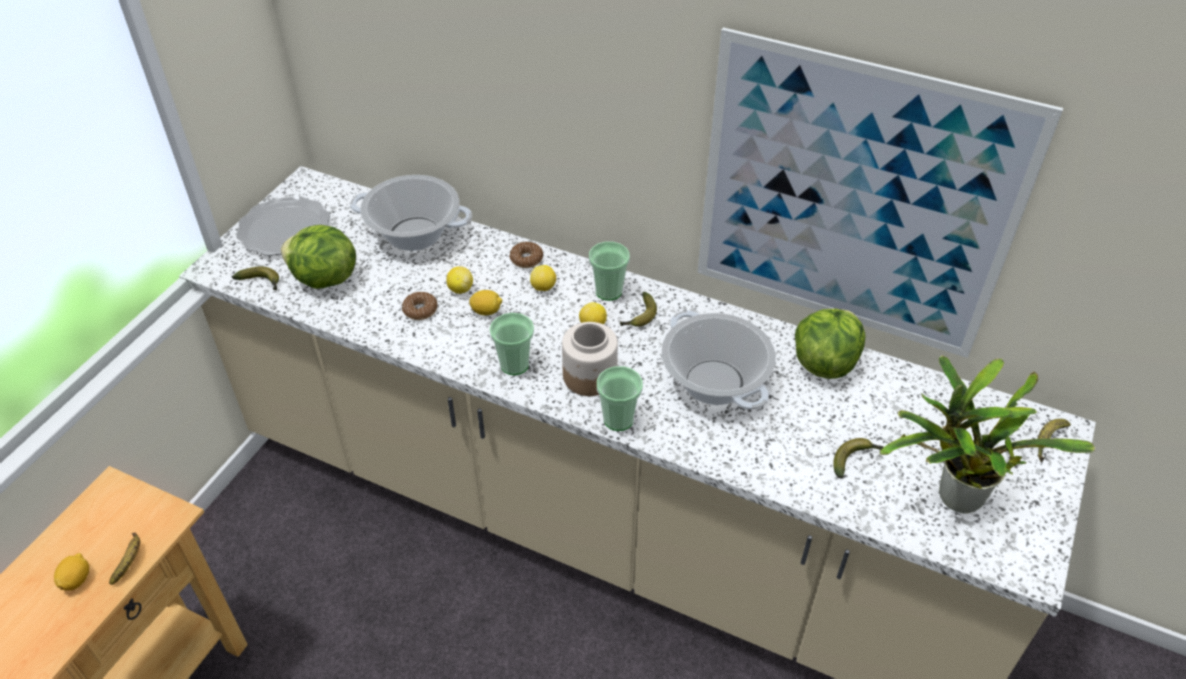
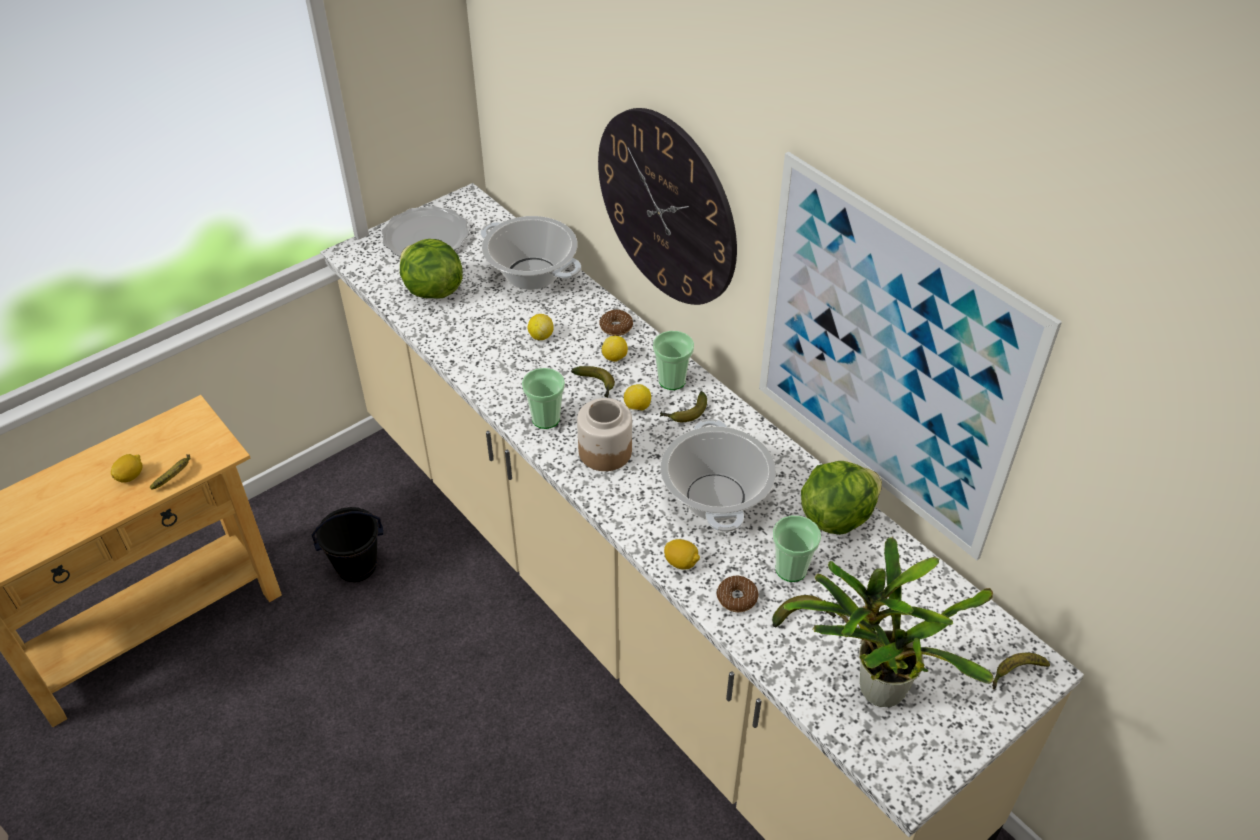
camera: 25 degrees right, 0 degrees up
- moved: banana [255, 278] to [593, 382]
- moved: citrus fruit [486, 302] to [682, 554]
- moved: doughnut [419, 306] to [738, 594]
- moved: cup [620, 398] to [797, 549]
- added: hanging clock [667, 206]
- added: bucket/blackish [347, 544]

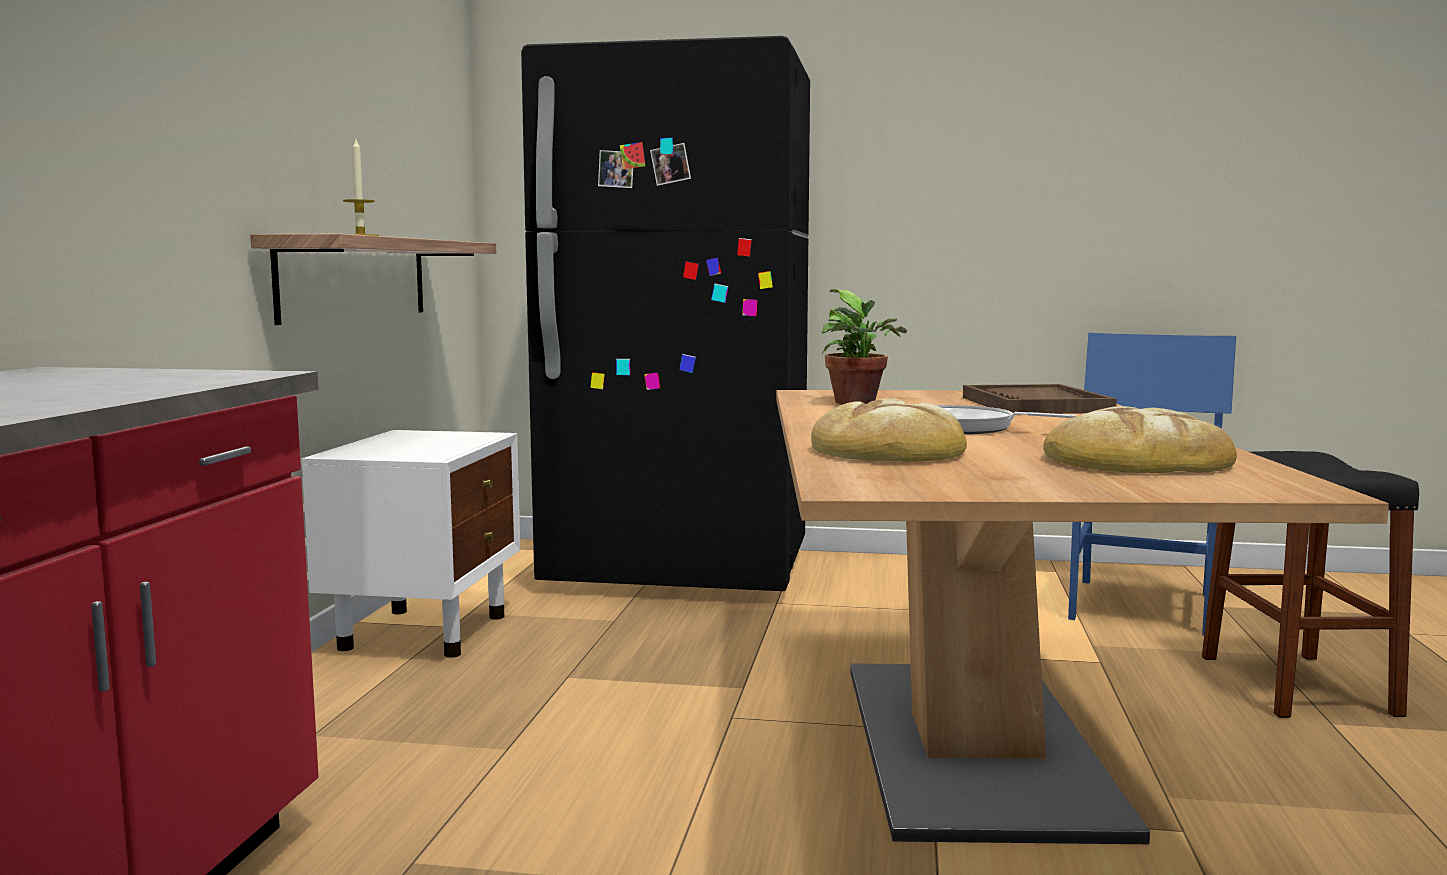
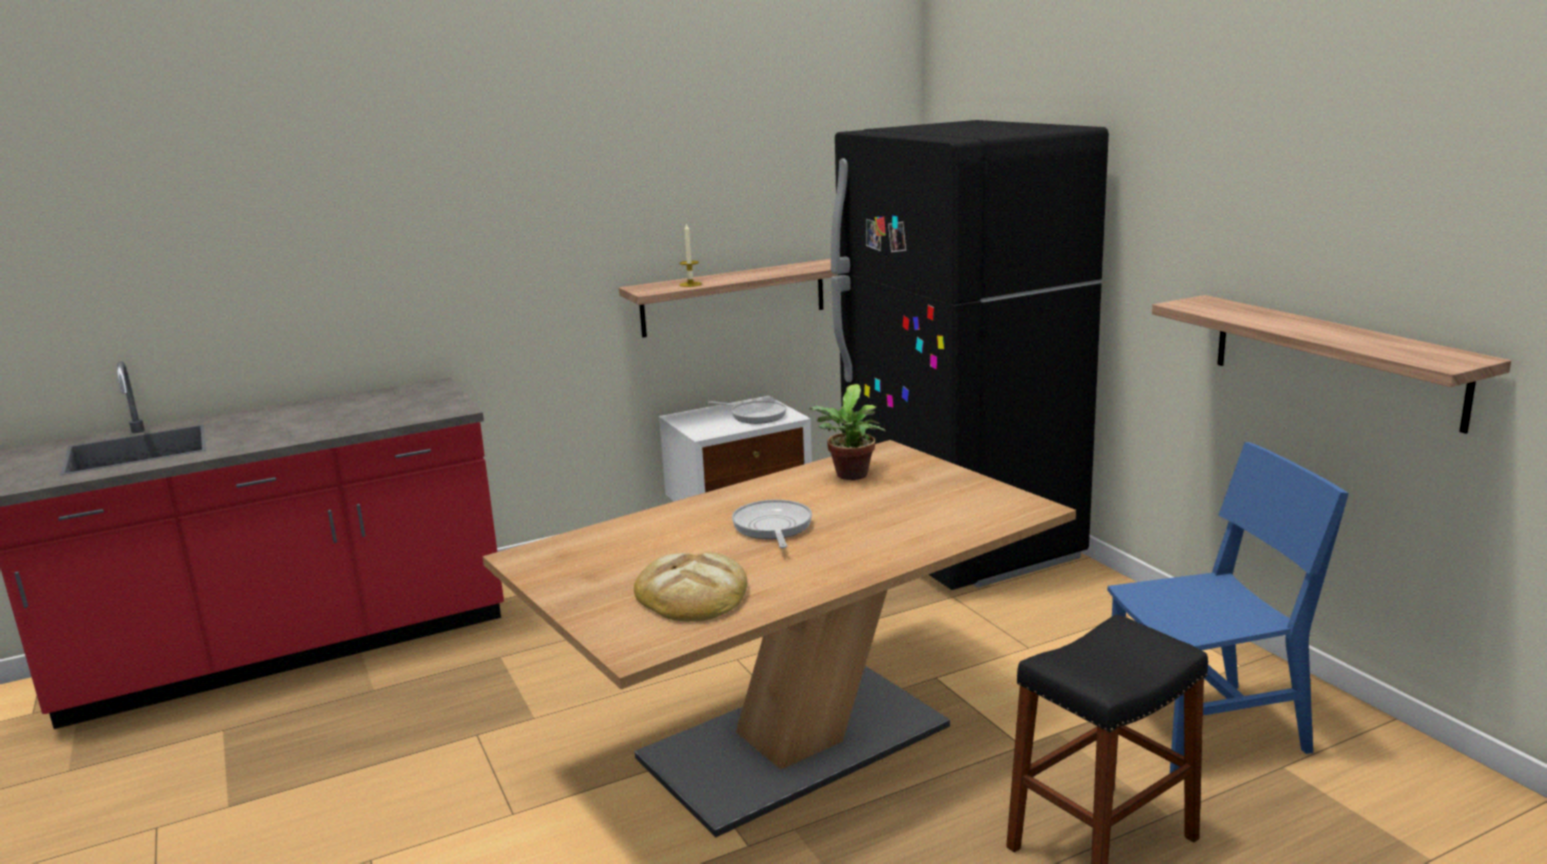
camera: 55 degrees right, 10 degrees up
- removed: tray/brownish [1040, 399]
- removed: baked bread [889, 430]
- added: shelf [1331, 364]
- added: skillet [747, 412]

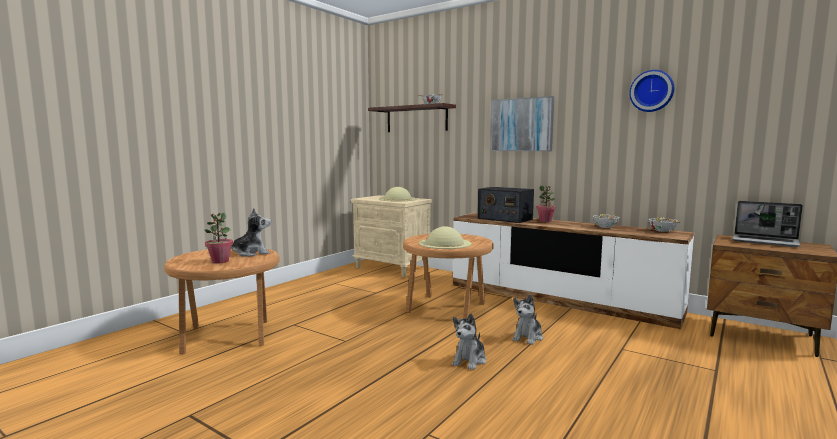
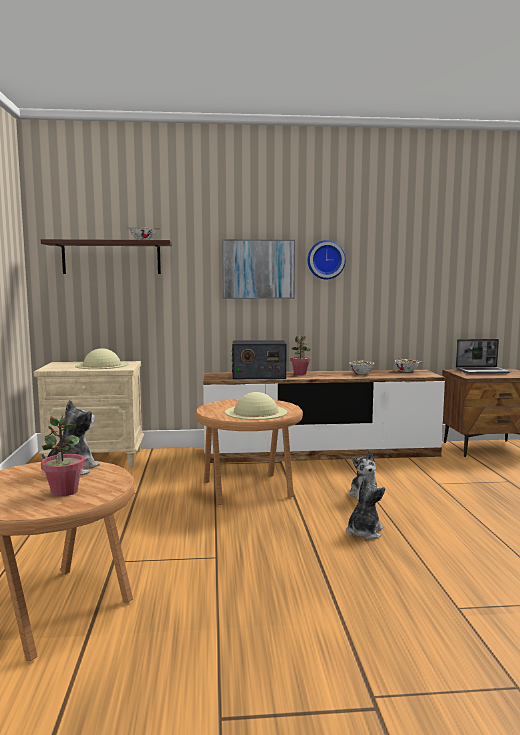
camera: 40 degrees left, 0 degrees up
- moved: hanging clock [651, 91] to [327, 260]
- turned: plush toy [469, 341] = [365, 508] 135 degrees counterclockwise

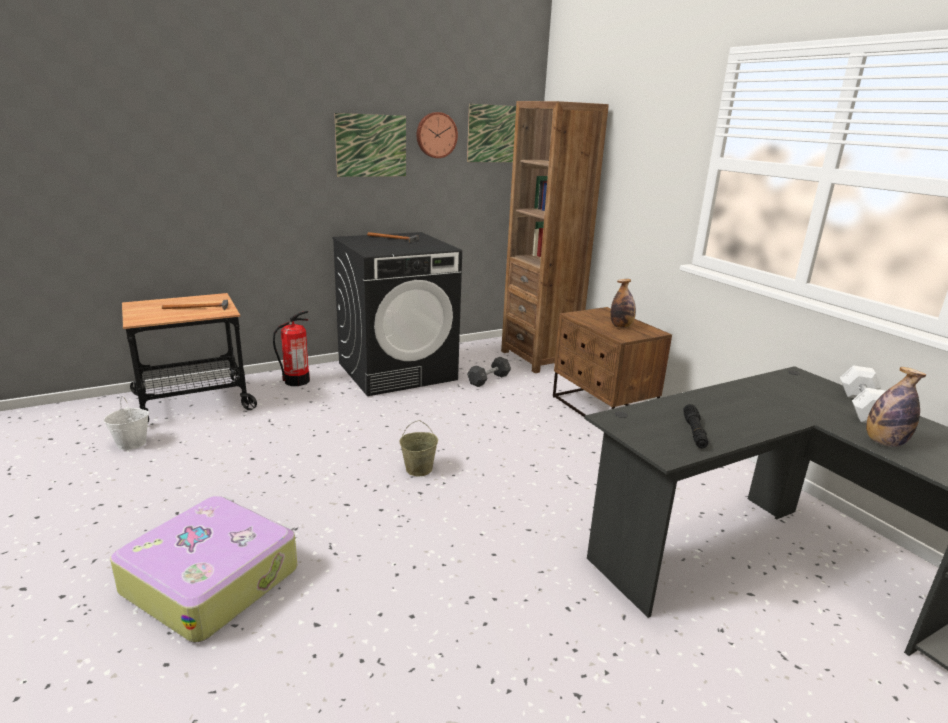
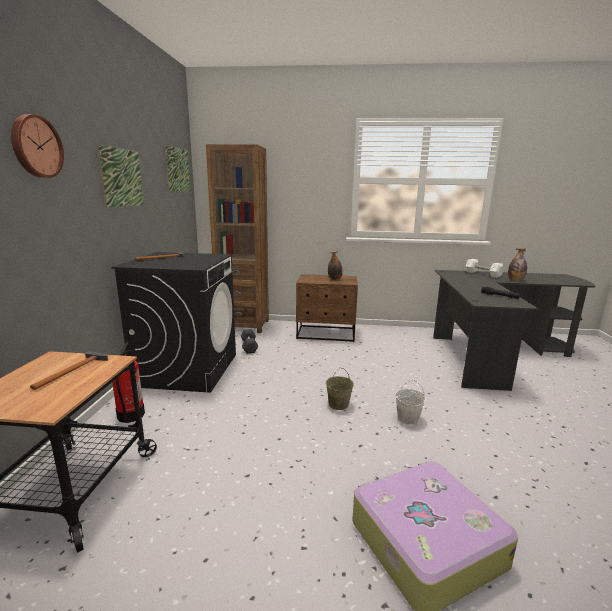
camera: 55 degrees left, 5 degrees down
- moved: hanging clock [437, 135] to [37, 146]
- moved: bucket/whitish [127, 423] to [410, 402]

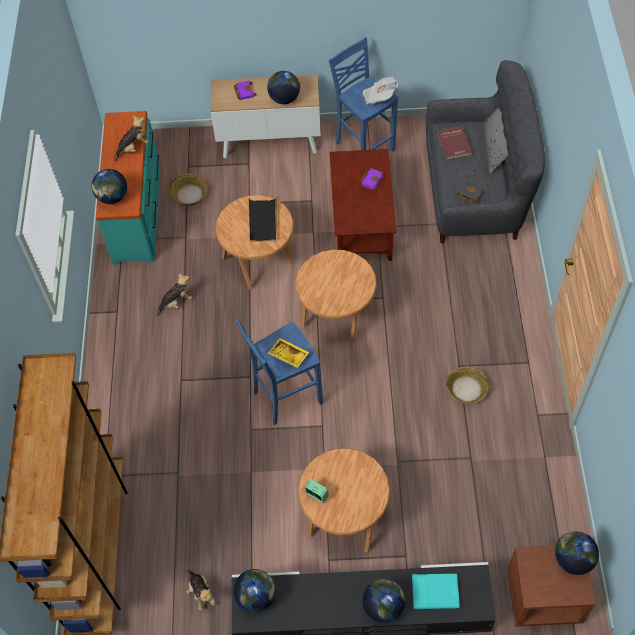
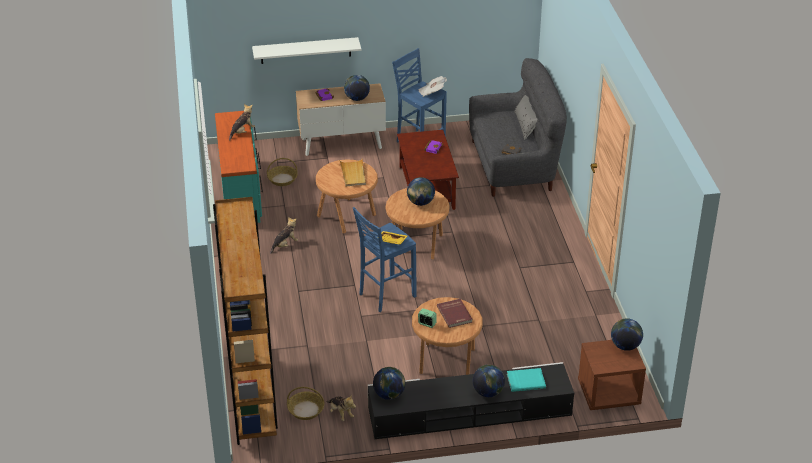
camera: 10 degrees left, 20 degrees down
- moved: book/red-coloured [454, 143] to [455, 313]
- moved: desk globe [109, 186] to [421, 191]
- recoloured: tray/blackish [263, 219] to tray/sand-coloured [352, 172]
- moved: storage basket [467, 385] to [305, 403]
- added: shelf/whitish [306, 50]

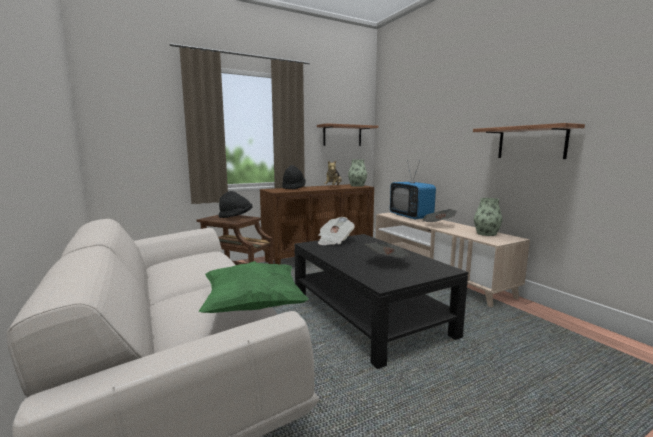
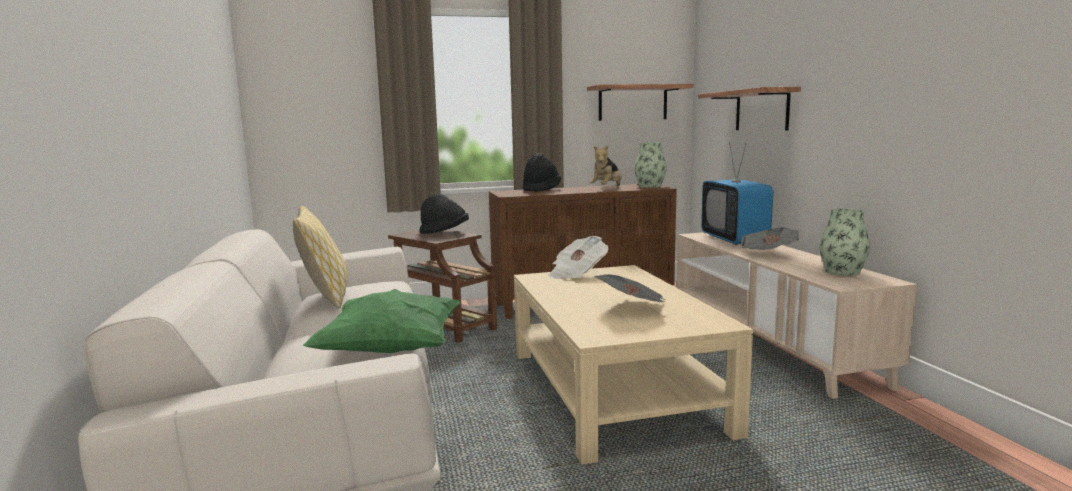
camera: 15 degrees right, 0 degrees up
- moved: shelf [529, 141] to [749, 108]
- recoloured: lounge table/blackish [381, 301] to lounge table/sand-coloured [633, 364]
- added: throw pillow [320, 257]

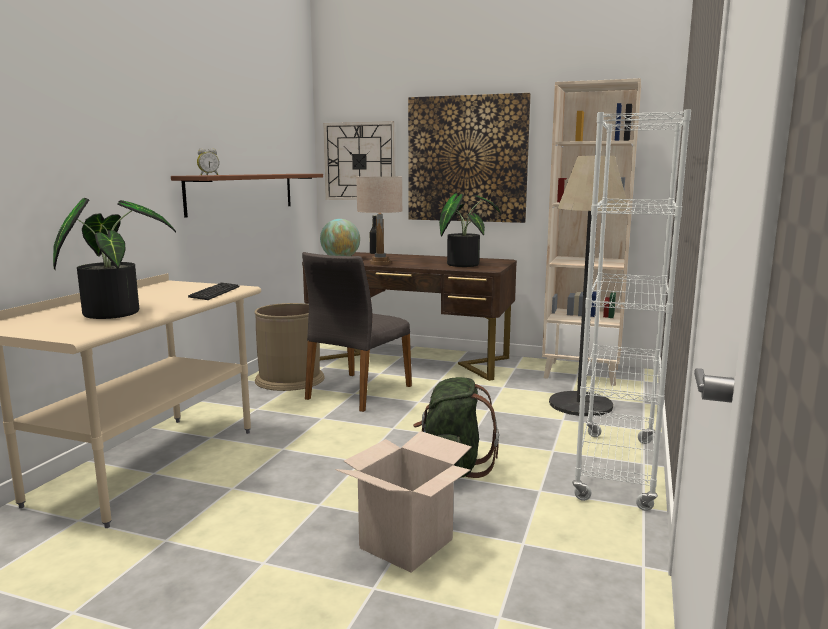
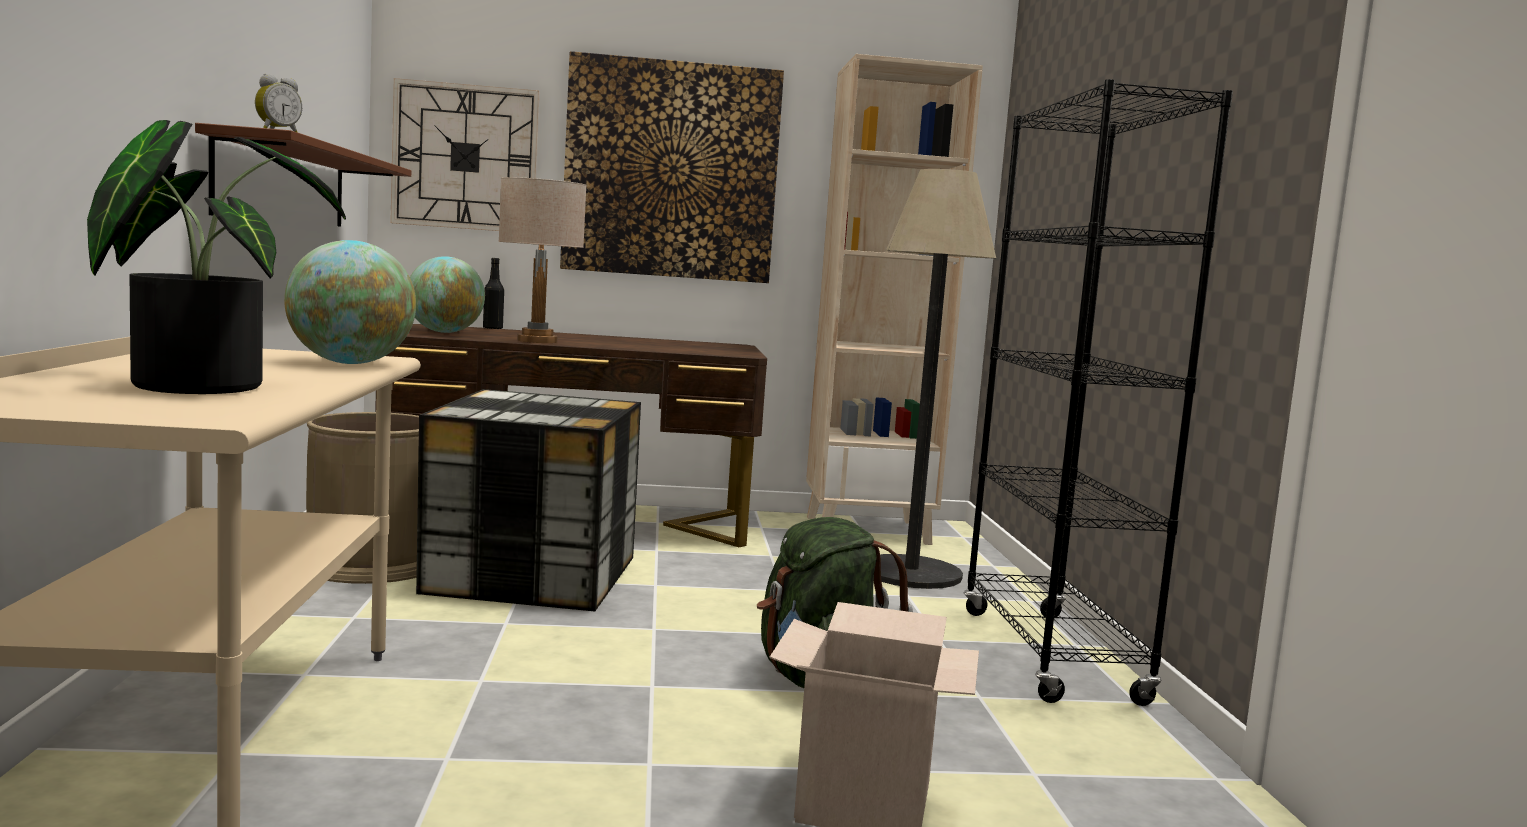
camera: 25 degrees left, 5 degrees down
- recoloured: bookcase/whitish [631, 310] to bookcase/blackish [1098, 392]
- removed: potted plant [470, 230]
- replaced: chair/grey [357, 332] to storage bin [528, 500]
- replaced: PC keyboard [213, 291] to desk globe [350, 302]

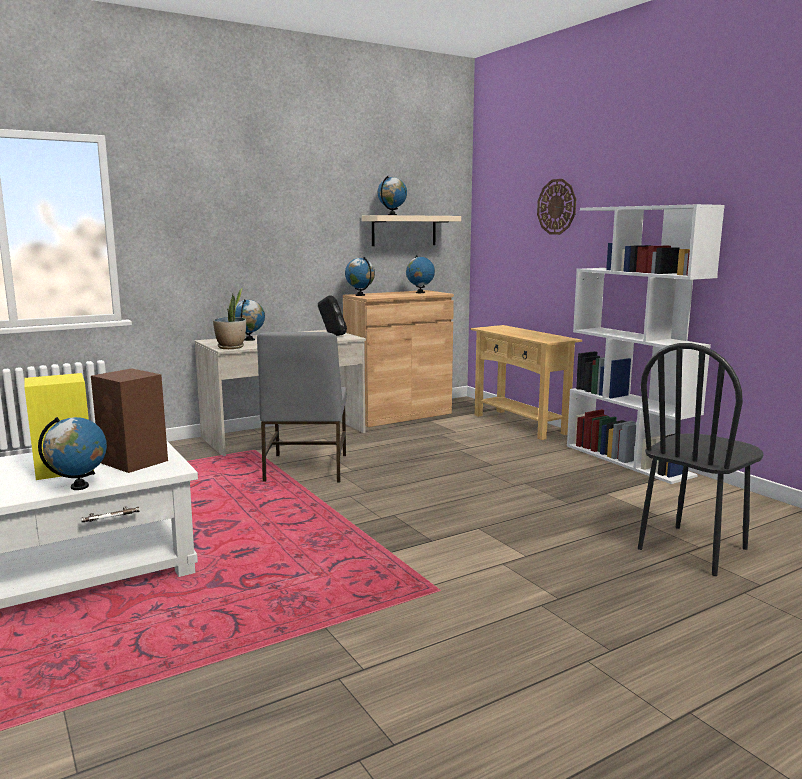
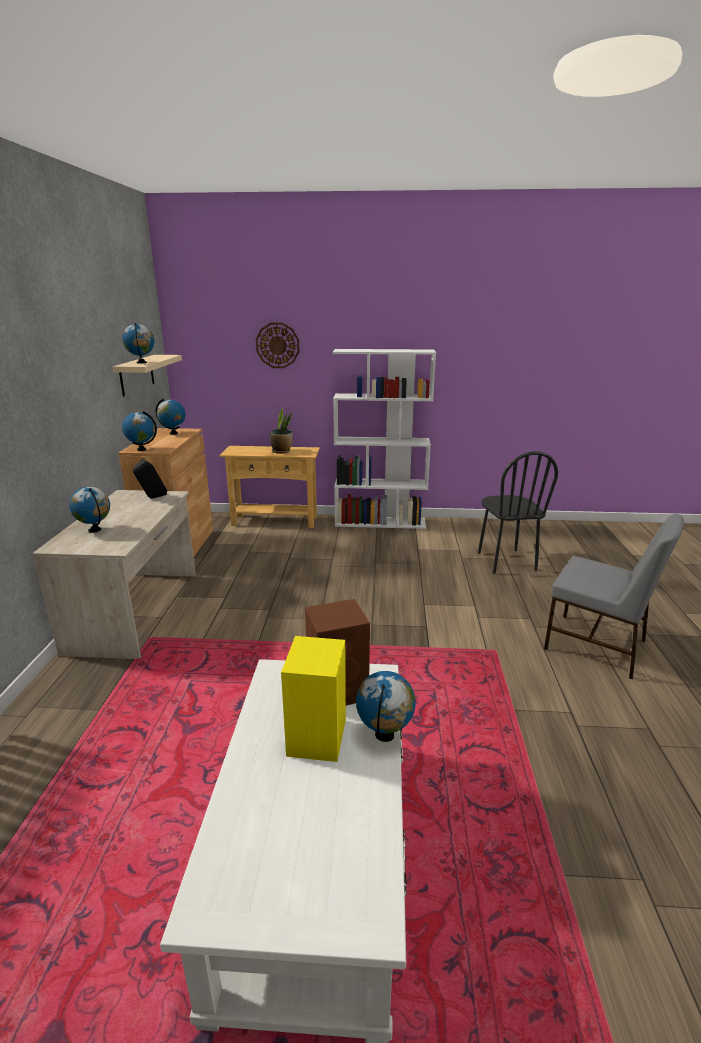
camera: 55 degrees left, 10 degrees up
- moved: potted plant [229, 318] to [281, 431]
- moved: chair/grey [302, 407] to [614, 596]

